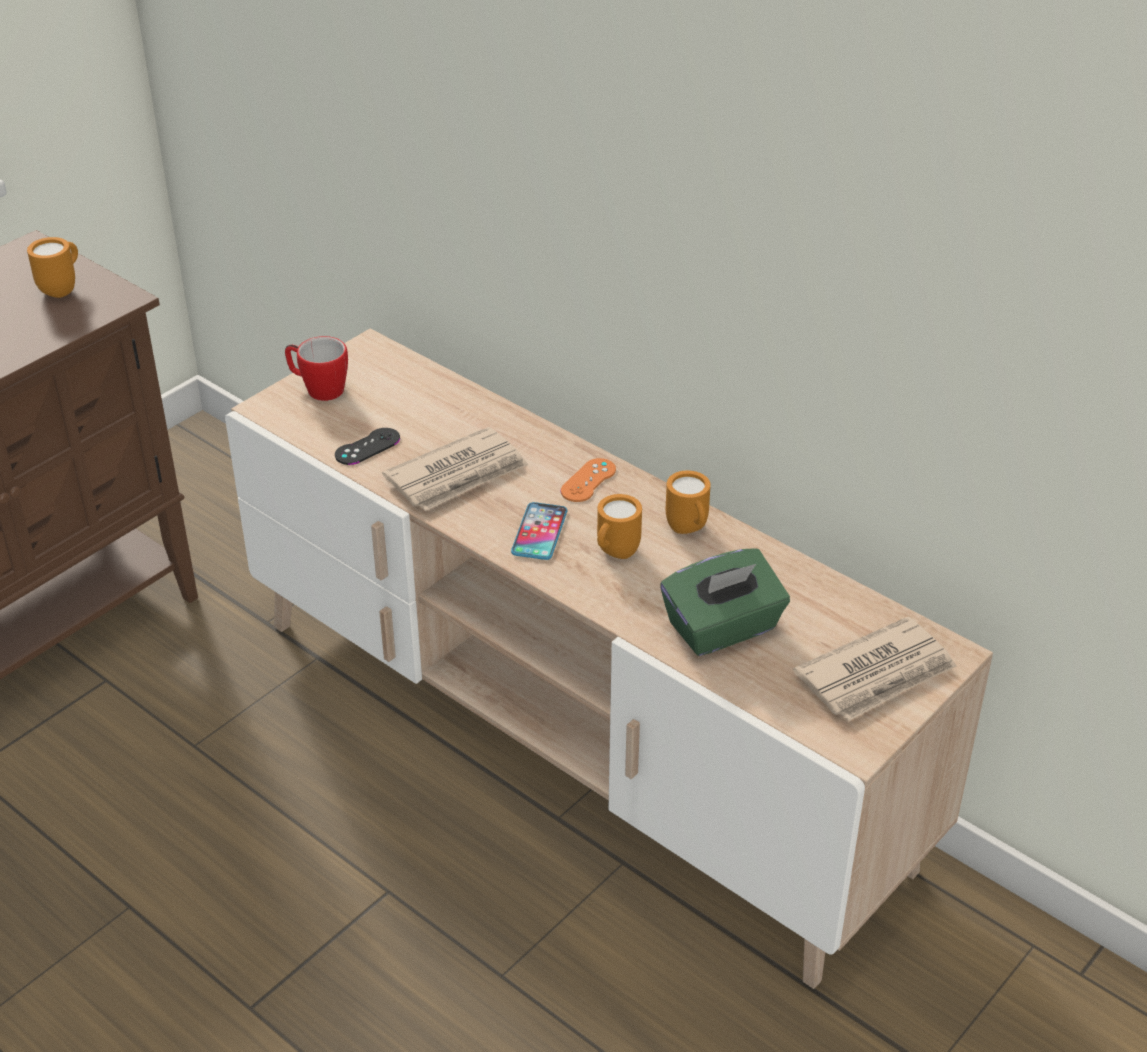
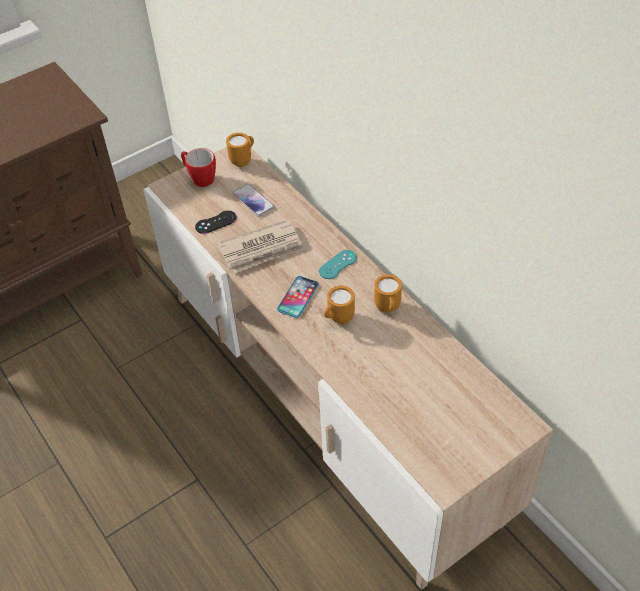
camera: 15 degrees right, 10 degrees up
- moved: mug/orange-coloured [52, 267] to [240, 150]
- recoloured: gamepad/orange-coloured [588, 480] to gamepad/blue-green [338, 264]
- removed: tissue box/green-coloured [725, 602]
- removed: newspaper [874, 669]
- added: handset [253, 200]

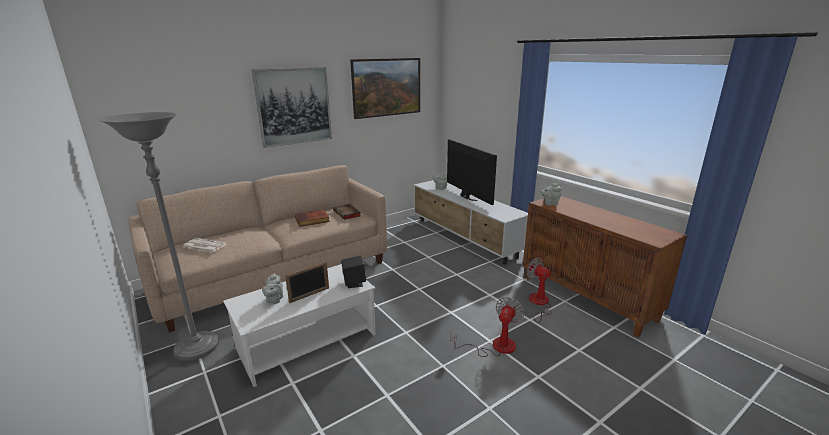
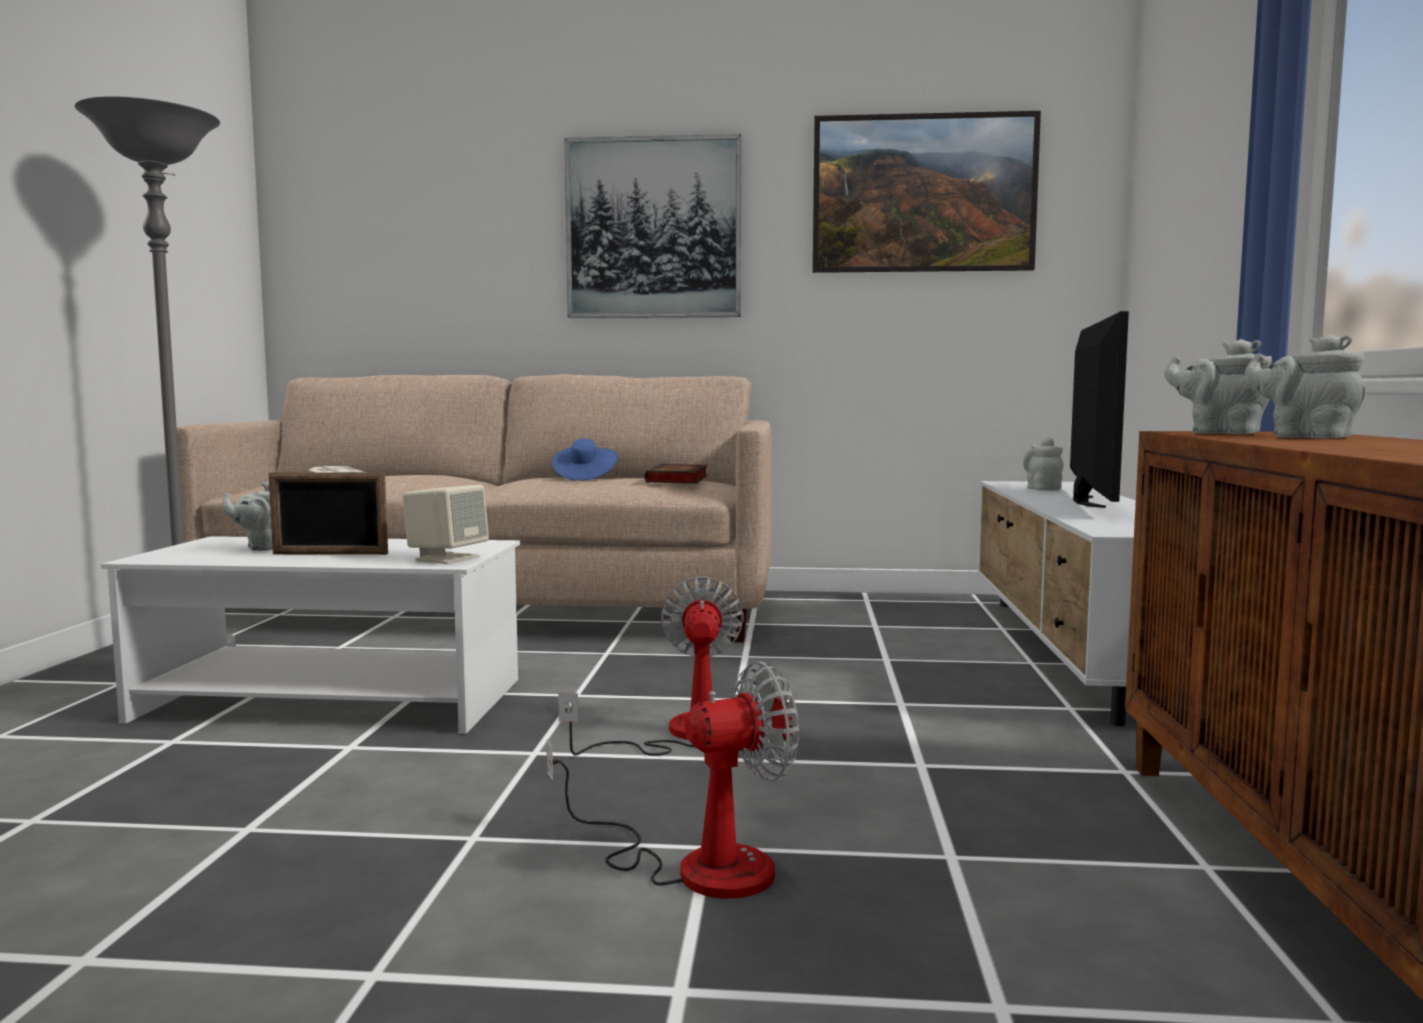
camera: 40 degrees right, 15 degrees down
- replaced: book [312, 218] to clothing hat/bluish [585, 460]
- recoloured: speaker/blackish [353, 272] to speaker/sand-coloured [446, 524]
- moved: fan [539, 290] to [651, 666]
- added: pot for tea/grey [1305, 386]

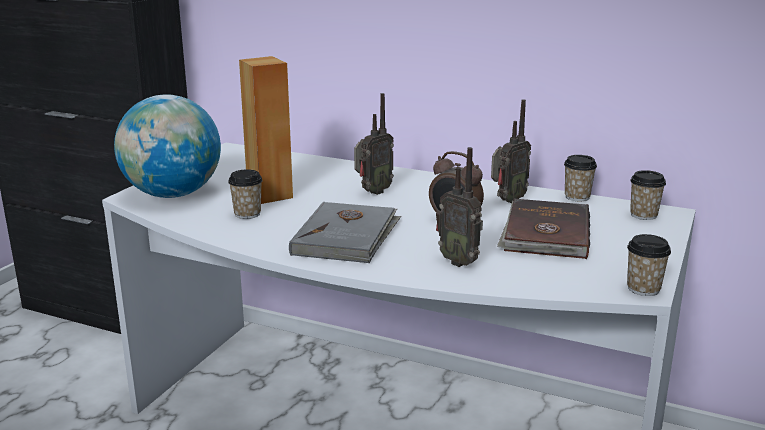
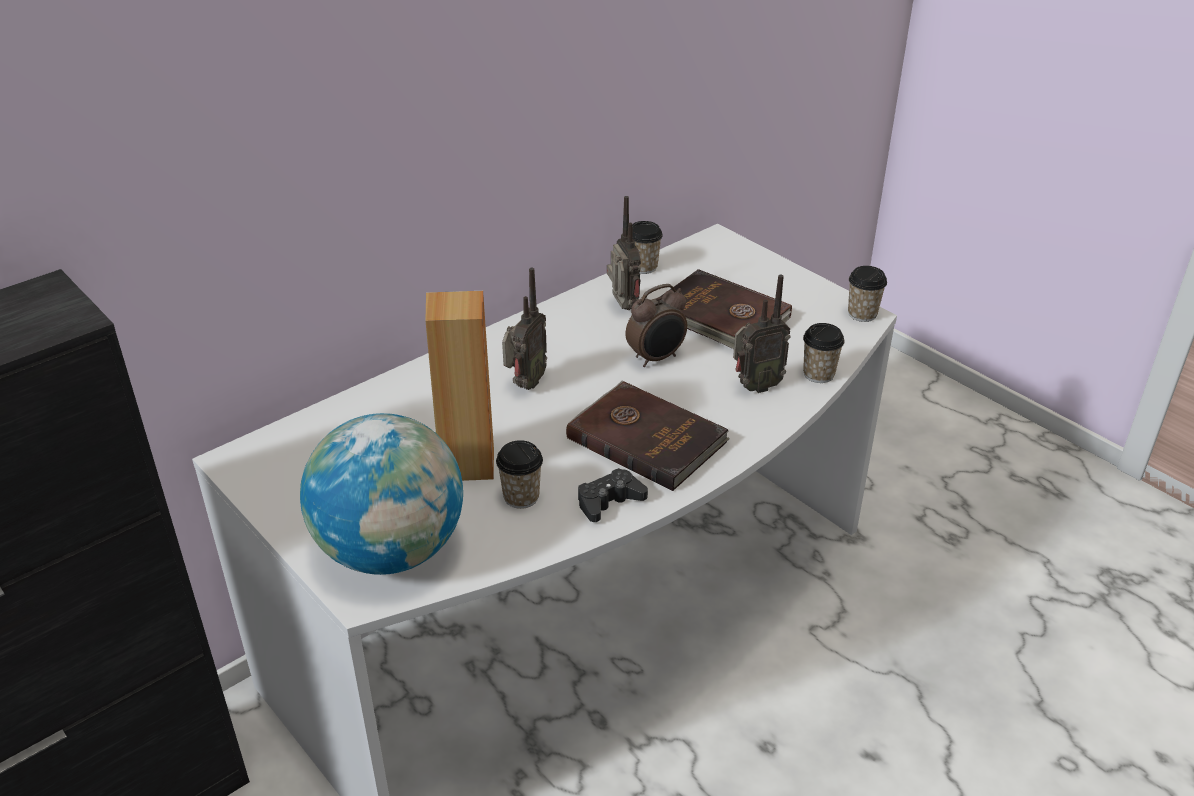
camera: 65 degrees left, 15 degrees up
- turned: radio set [374, 144] = [524, 329] 45 degrees clockwise
- moved: cup [648, 195] to [824, 353]
- recoloured: book/grey [345, 232] to book/brownish [648, 436]
- added: gamepad/blackish [613, 495]

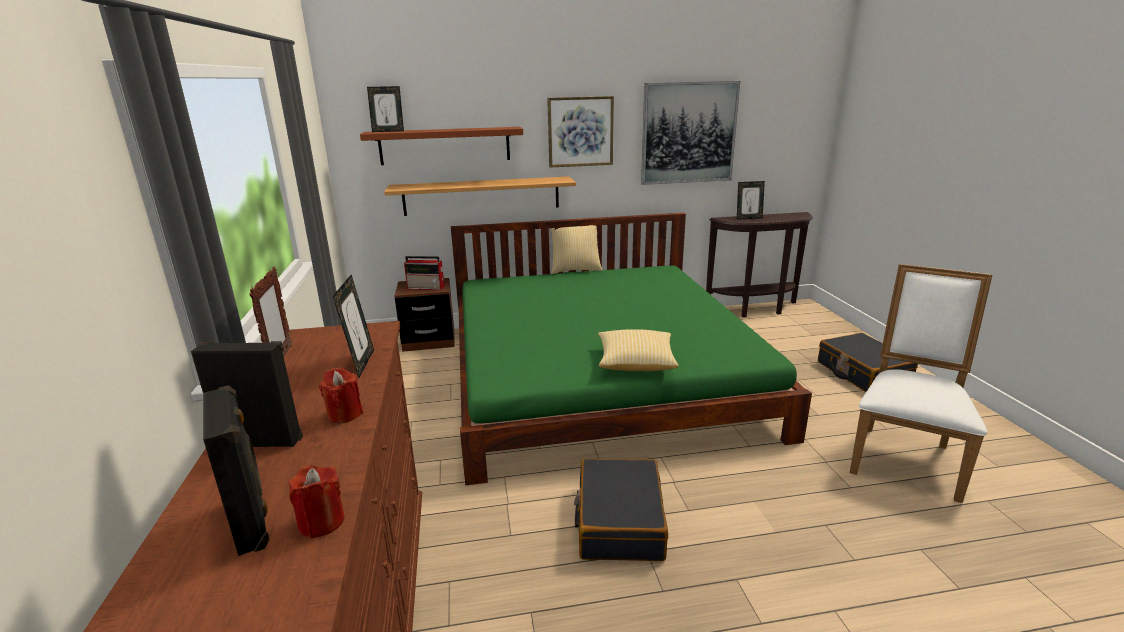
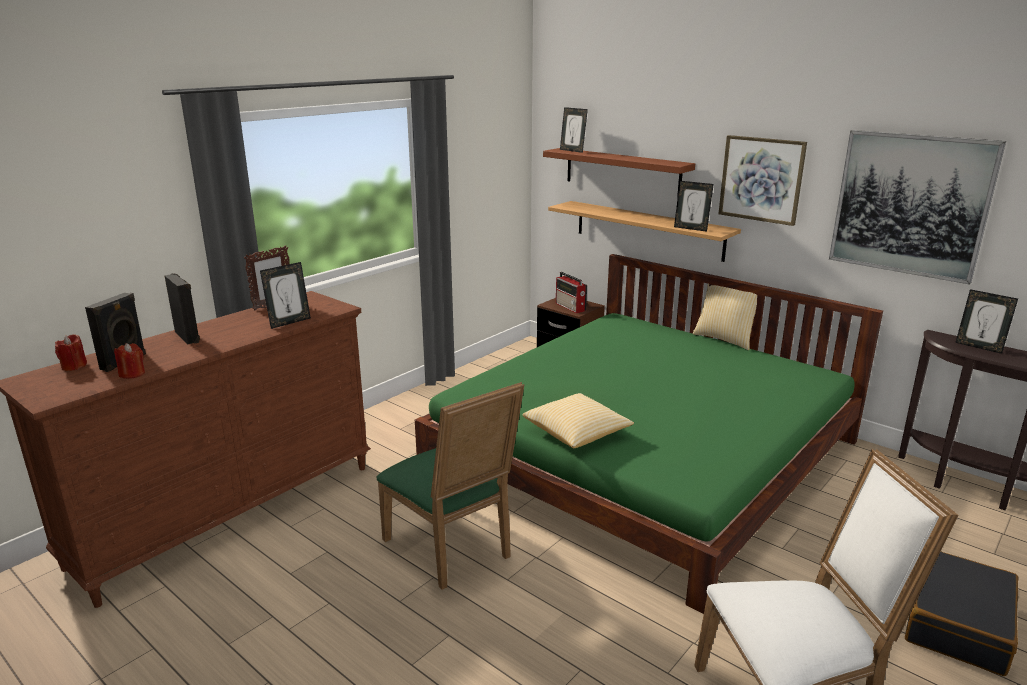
camera: 50 degrees right, 0 degrees up
- moved: wax light/red-coloured [341, 395] to [71, 352]
- replaced: suitcase/blackish [621, 510] to chair/green-coloured [450, 485]
- added: picture frame [694, 206]

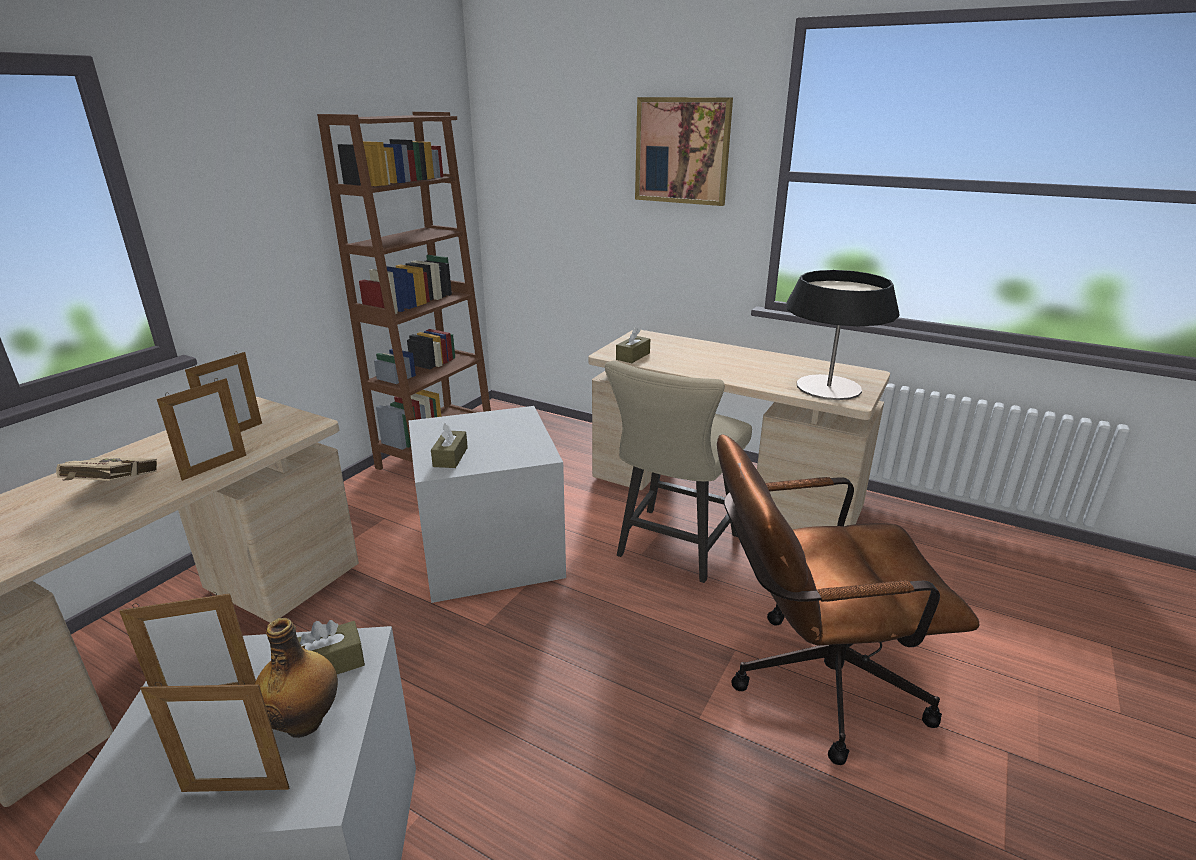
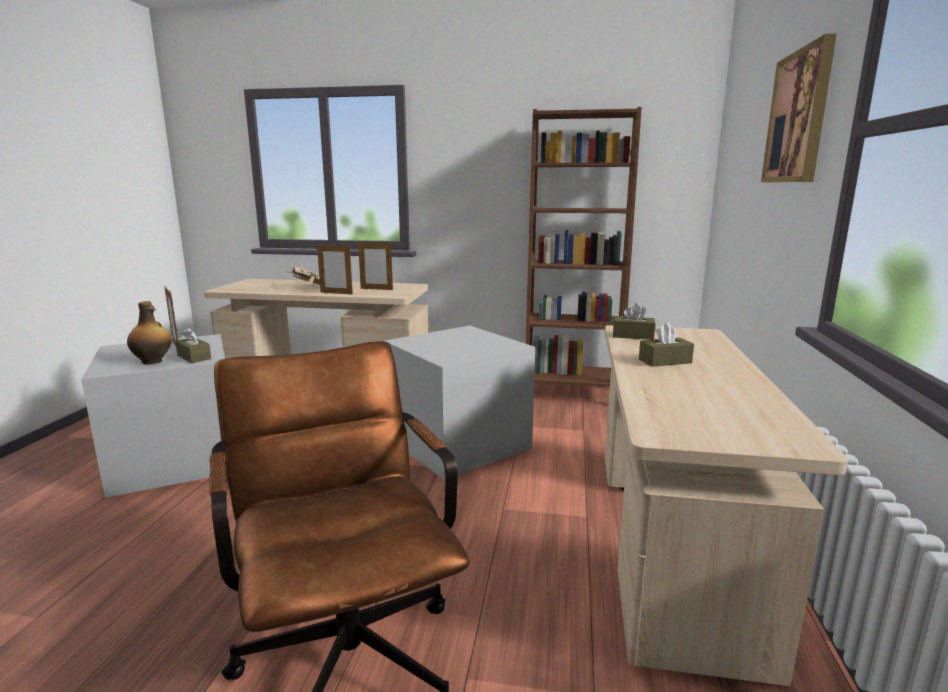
camera: 70 degrees right, 10 degrees down
- removed: tabletop lamp [843, 335]
- removed: chair/sand-coloured [678, 472]
- moved: tissue box/brownish [449, 445] to [666, 345]
- removed: picture frame [214, 736]

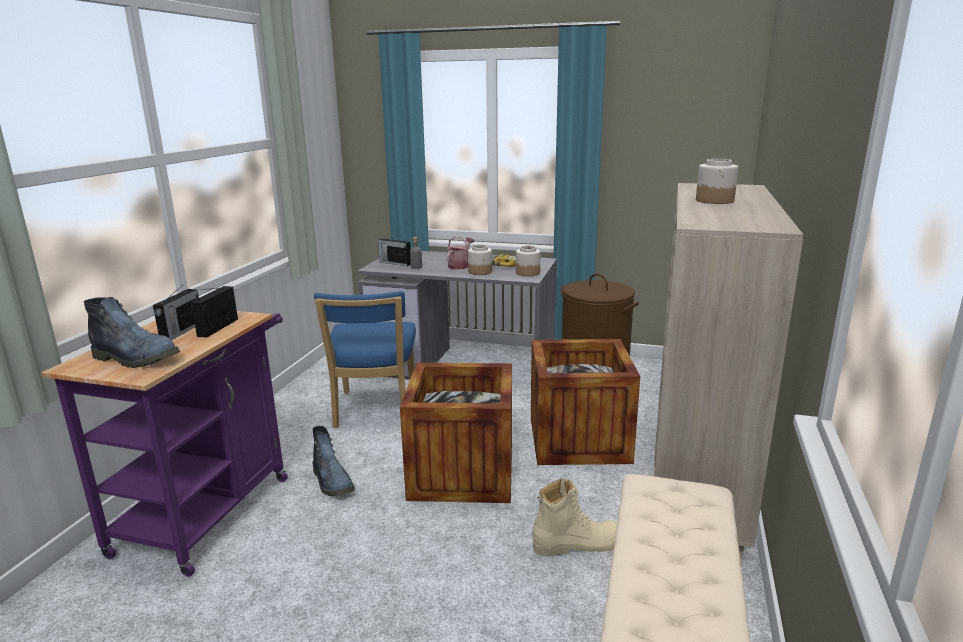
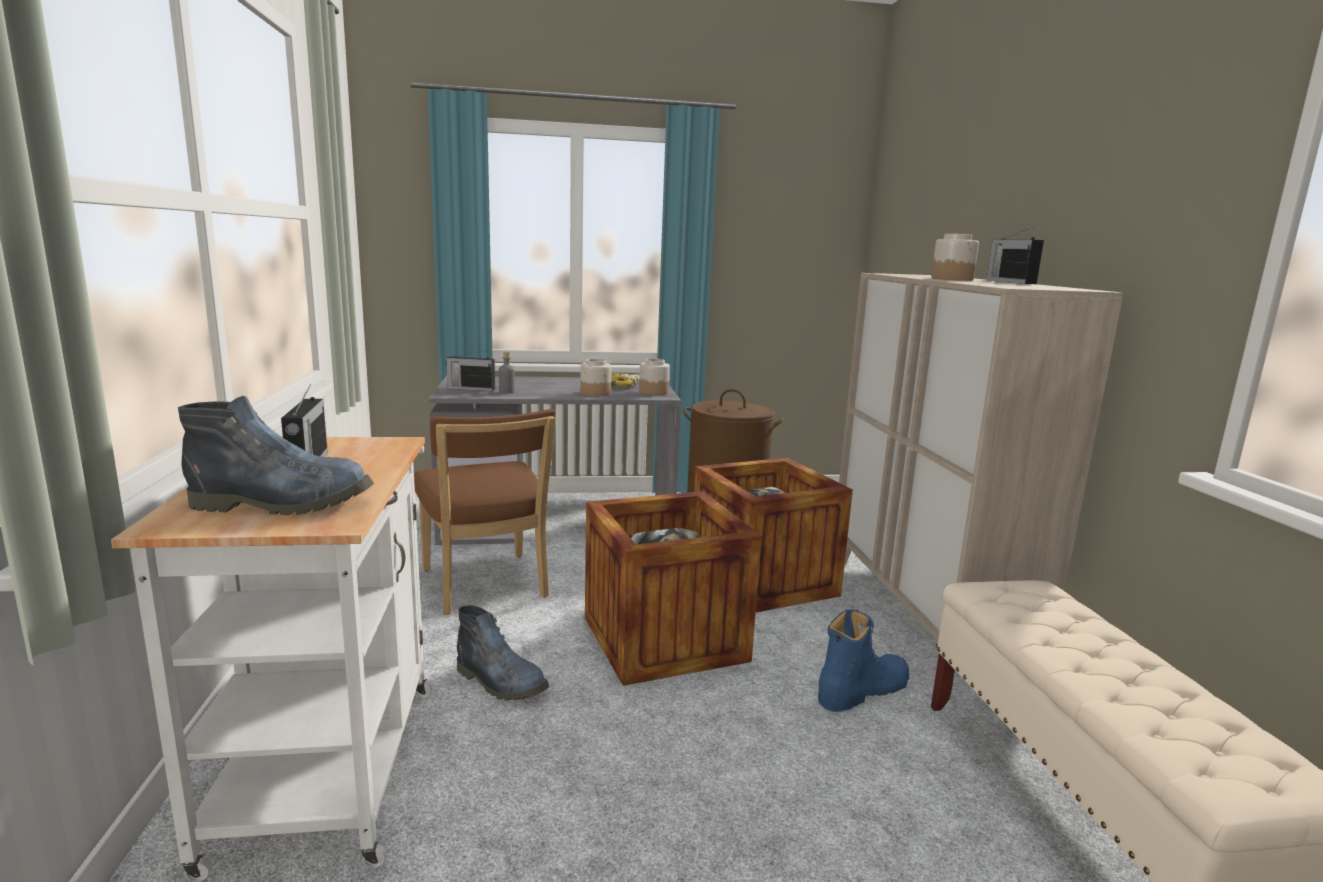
camera: 25 degrees left, 5 degrees down
- removed: watering pot [460, 252]
- moved: radio set [214, 312] to [1015, 255]
- recoloured: chair/bluish [365, 359] to chair/brownish [485, 512]
- recoloured: cart/purple [164, 444] to cart/whitish [271, 659]
- recoloured: boot/sand-coloured [575, 517] to boot/bluish [863, 661]

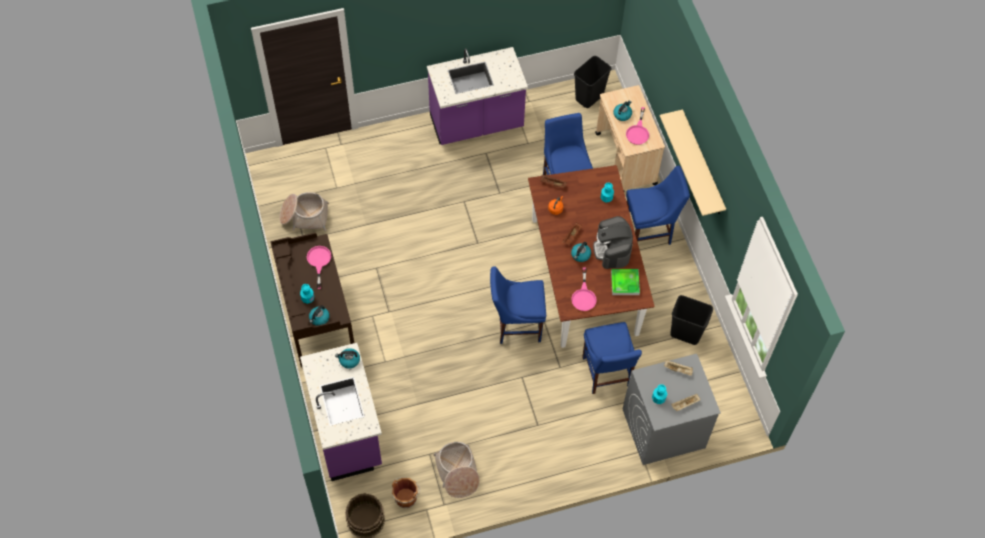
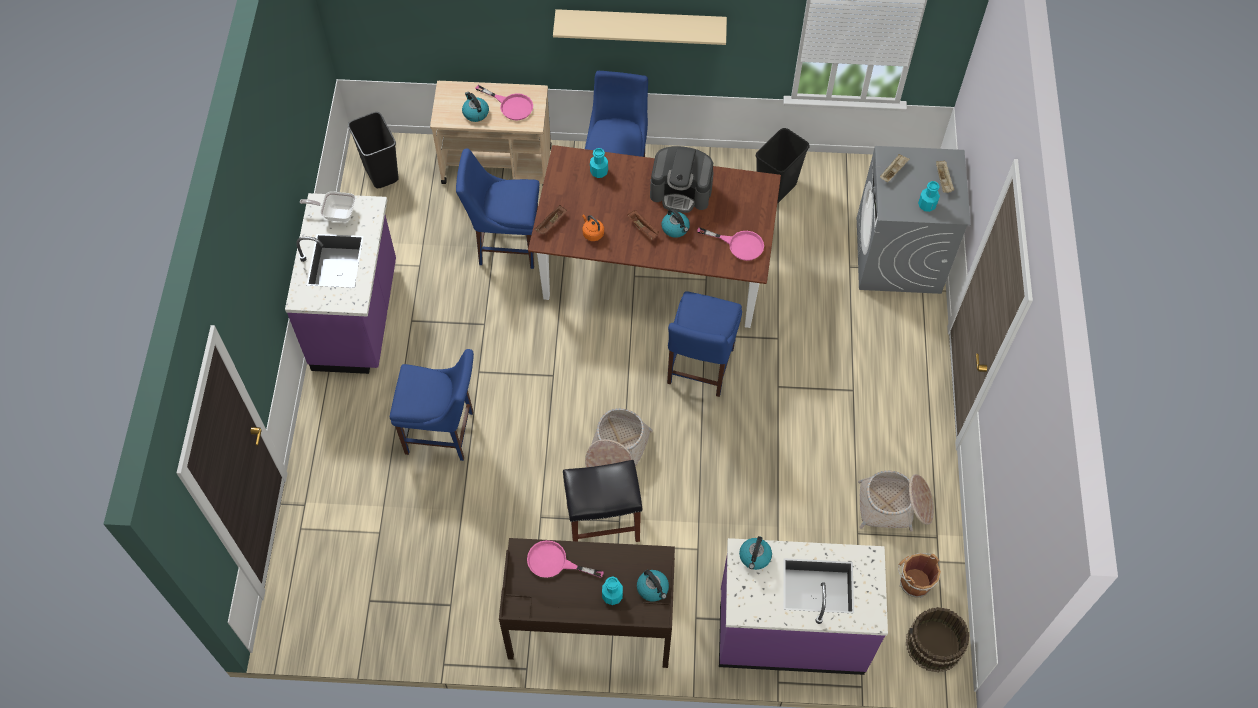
camera: 70 degrees left, 0 degrees up
- moved: storage basket [304, 211] to [619, 440]
- removed: tray [625, 282]
- moved: chair/bluish [612, 358] to [432, 405]
- added: skillet [327, 206]
- added: stool/blackish [602, 501]

